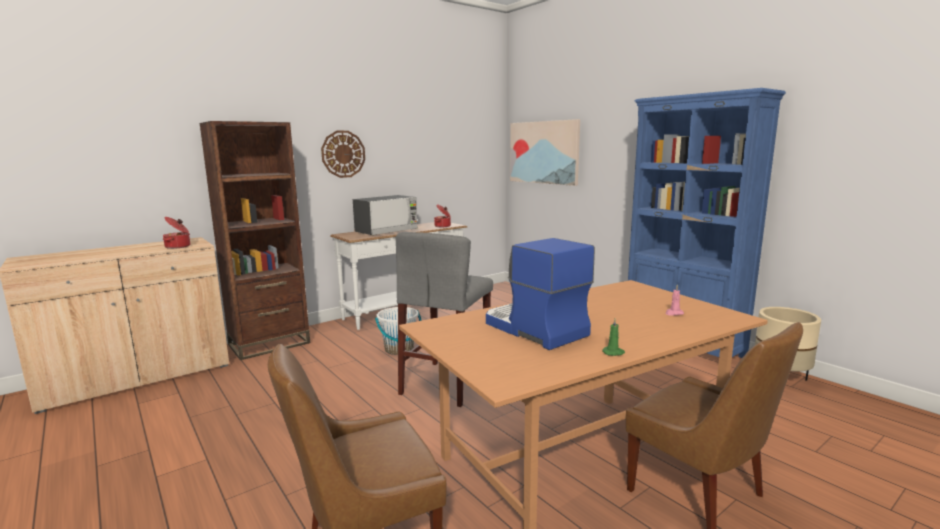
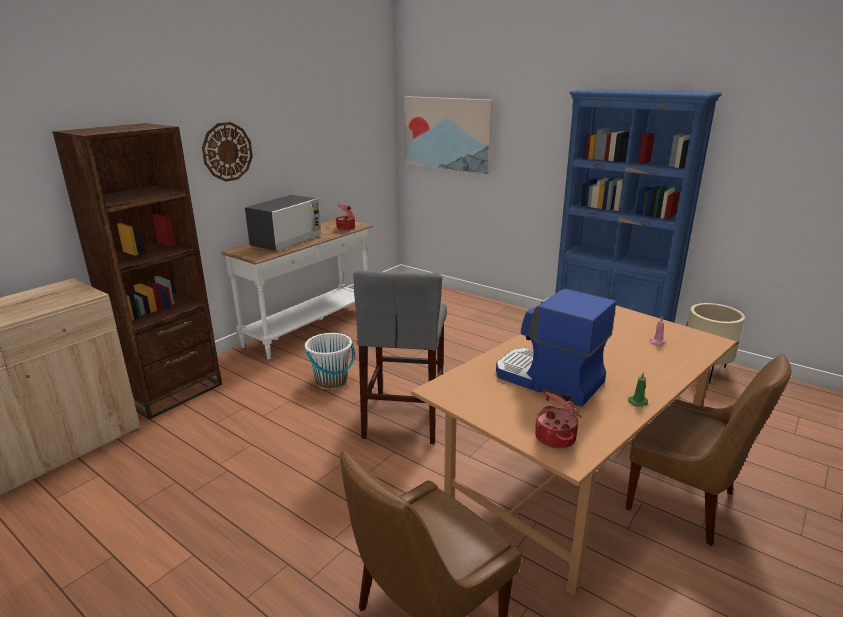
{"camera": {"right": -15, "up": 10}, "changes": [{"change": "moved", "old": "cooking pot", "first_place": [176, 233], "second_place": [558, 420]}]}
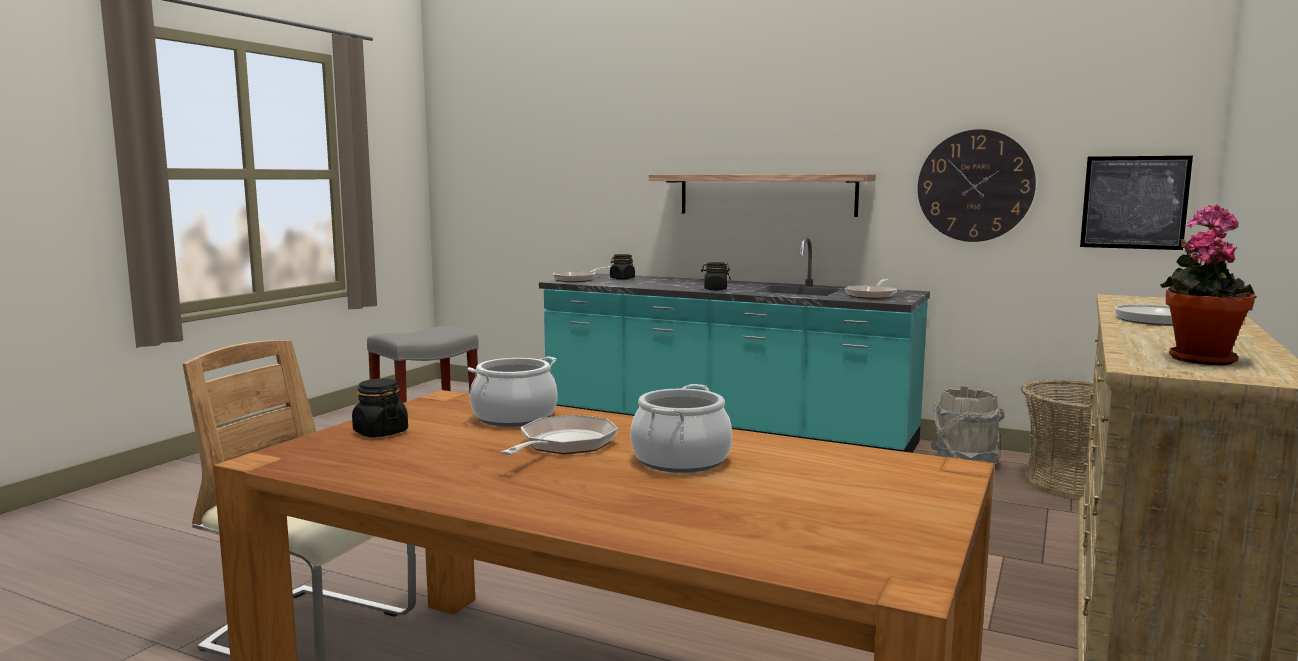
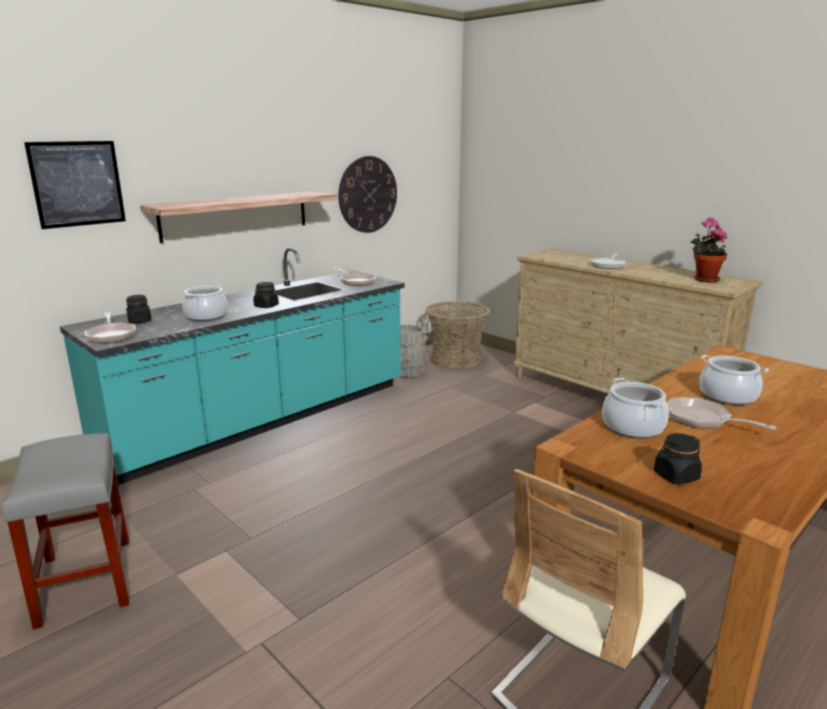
{"camera": {"right": -70, "up": 10}, "changes": [{"change": "moved", "old": "picture", "first_place": [1136, 203], "second_place": [75, 185]}, {"change": "added", "new": "cooking pot", "second_place": [205, 302]}]}
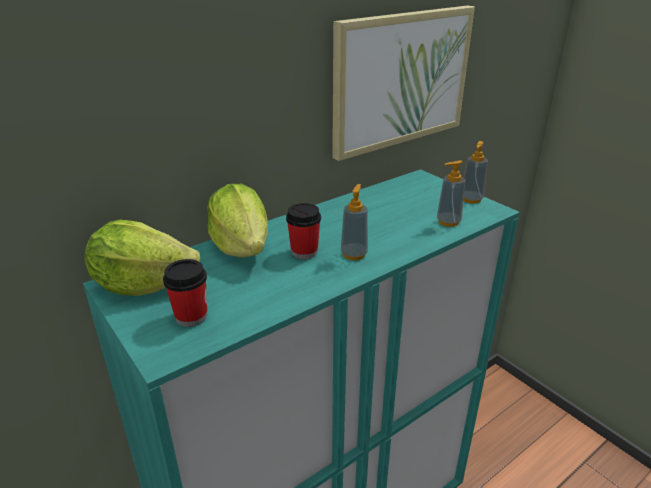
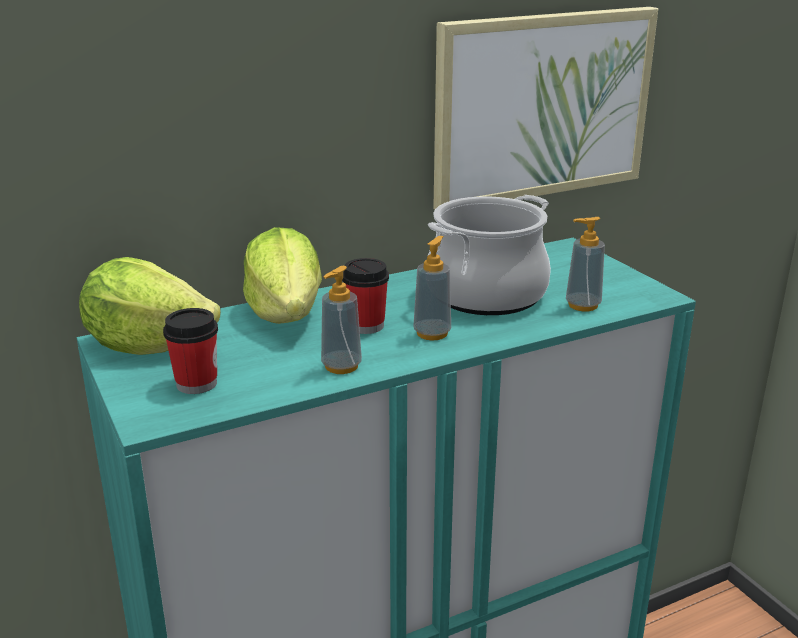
{"camera": {"right": 10, "up": -5}, "changes": [{"change": "moved", "old": "soap dispenser", "first_place": [476, 172], "second_place": [341, 320]}, {"change": "added", "new": "cooking pot", "second_place": [489, 255]}]}
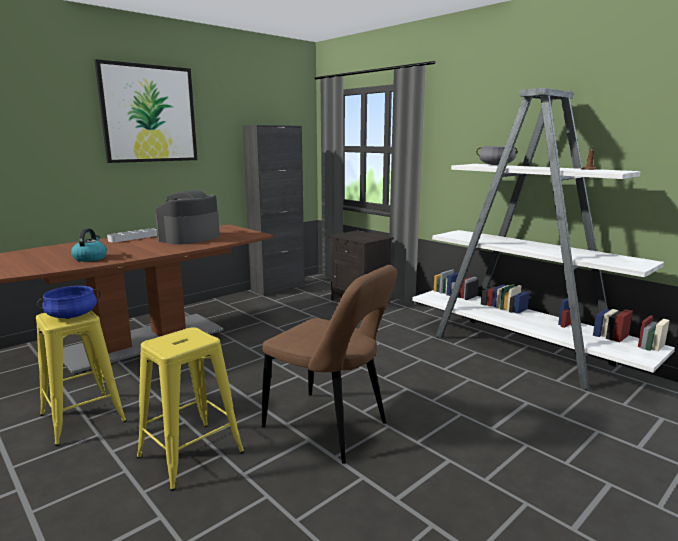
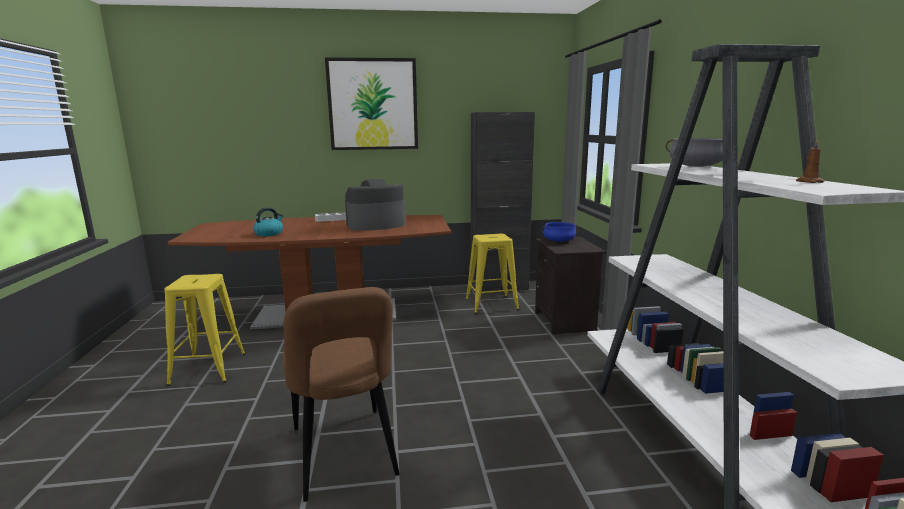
{"camera": {"right": 35, "up": 0}, "changes": [{"change": "moved", "old": "blue cooking pot", "first_place": [69, 302], "second_place": [560, 232]}, {"change": "moved", "old": "yellow stool", "first_place": [190, 409], "second_place": [492, 274]}]}
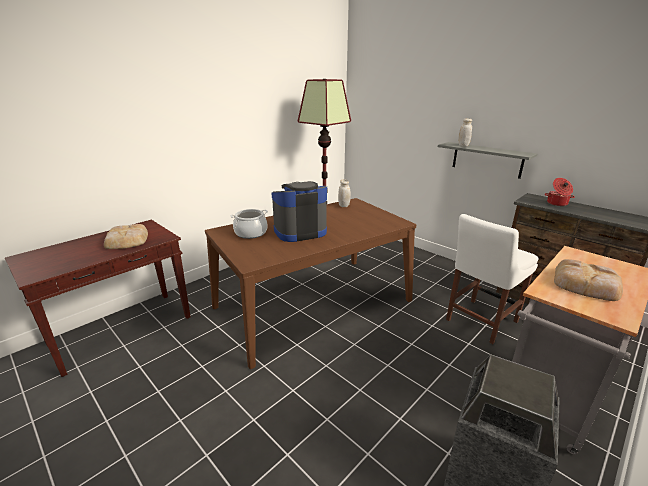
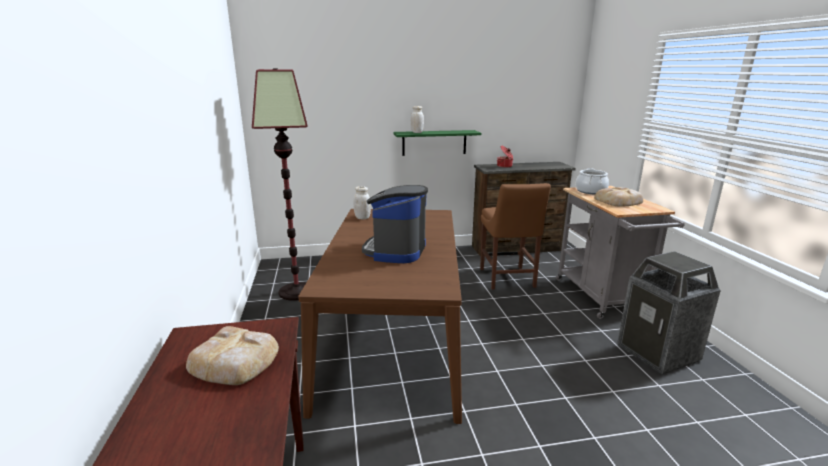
{"camera": {"right": -55, "up": -5}, "changes": [{"change": "recoloured", "old": "grey shelf", "new": "green shelf", "first_place": [487, 160], "second_place": [437, 143]}, {"change": "moved", "old": "cooking pot", "first_place": [249, 224], "second_place": [592, 181]}, {"change": "recoloured", "old": "white chair", "new": "brown chair", "first_place": [492, 279], "second_place": [515, 236]}]}
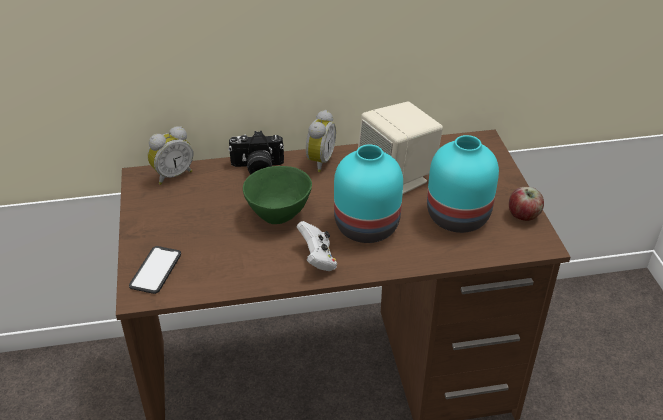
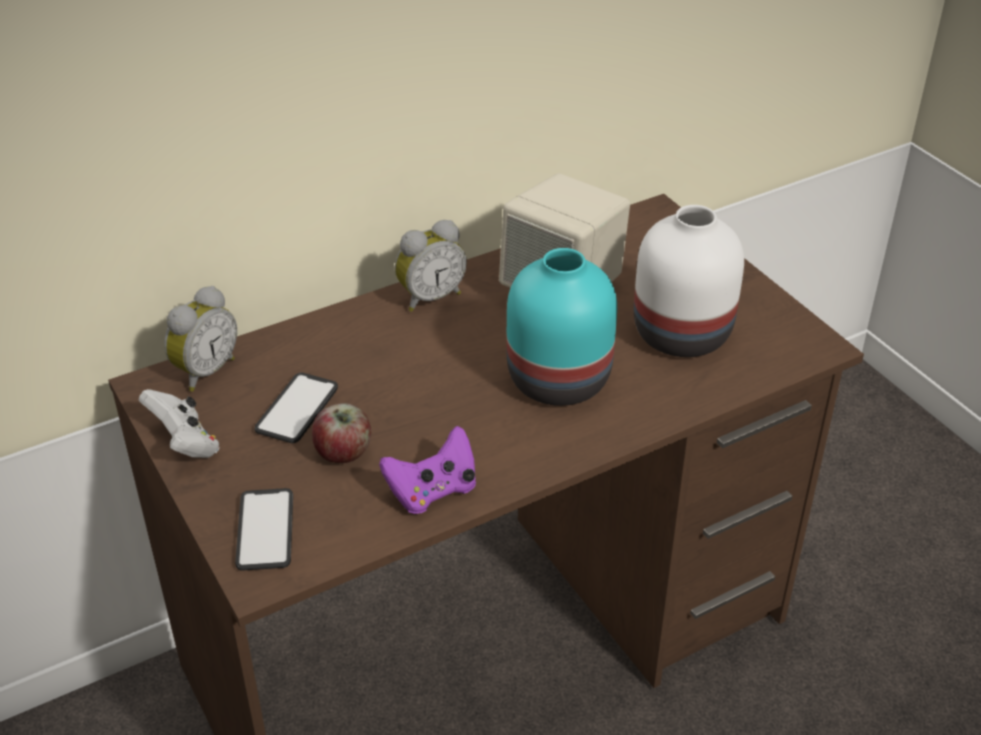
{"camera": {"right": -20, "up": 0}, "changes": [{"change": "turned", "old": "alarm clock", "first_place": [321, 141], "second_place": [431, 266], "degrees": 60}, {"change": "removed", "old": "photo camera", "first_place": [256, 153]}, {"change": "recoloured", "old": "turquoise vase", "new": "white vase", "first_place": [463, 184], "second_place": [689, 281]}, {"change": "removed", "old": "green bowl", "first_place": [277, 195]}, {"change": "moved", "old": "apple", "first_place": [526, 204], "second_place": [341, 433]}, {"change": "moved", "old": "white game controller", "first_place": [317, 246], "second_place": [179, 423]}, {"change": "added", "new": "phone", "second_place": [296, 408]}, {"change": "added", "new": "purple game controller", "second_place": [427, 470]}]}
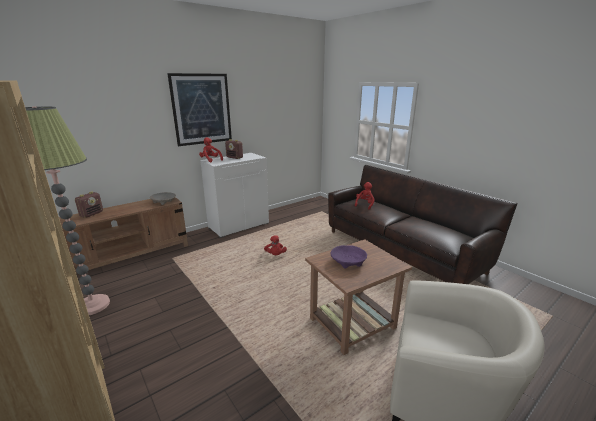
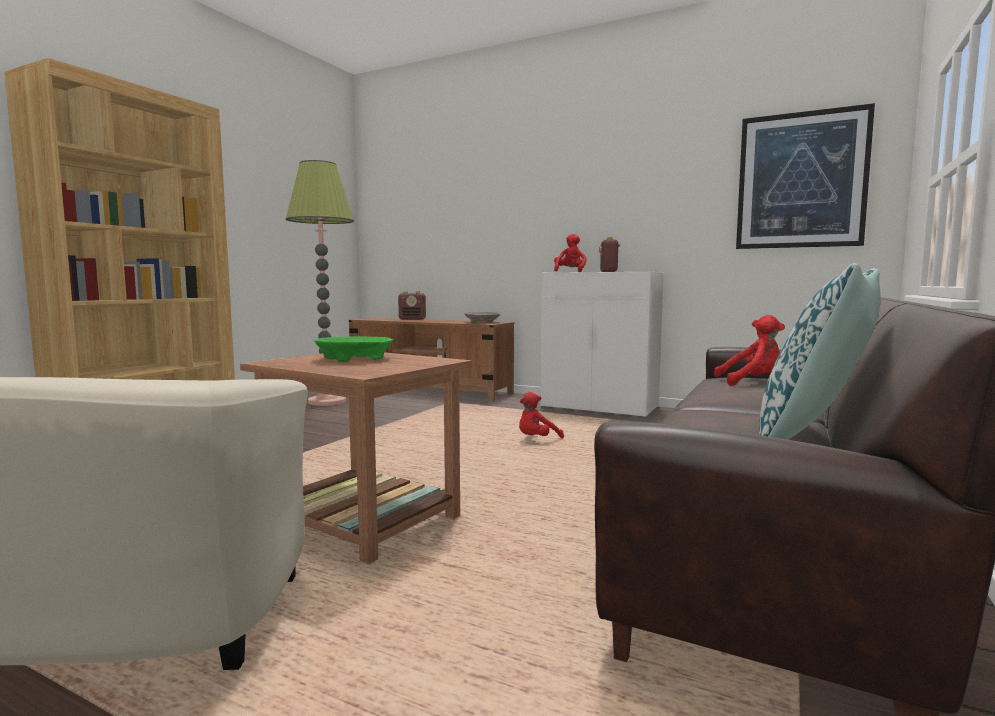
{"camera": {"right": 65, "up": -15}, "changes": [{"change": "moved", "old": "picture", "first_place": [199, 109], "second_place": [805, 176]}, {"change": "recoloured", "old": "purple bowl", "new": "green bowl", "first_place": [348, 256], "second_place": [353, 349]}, {"change": "added", "new": "pillow", "second_place": [820, 351]}]}
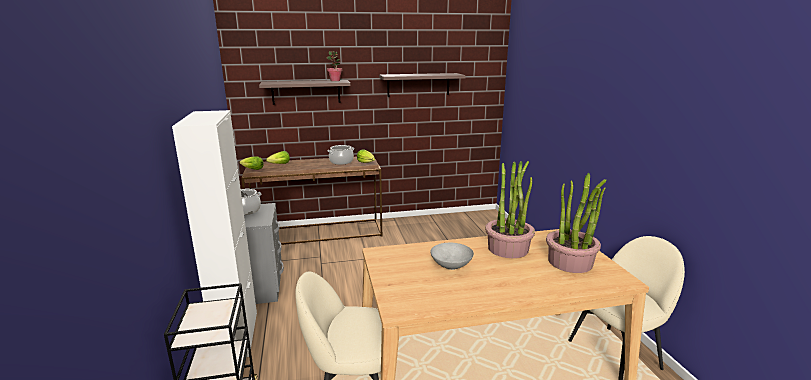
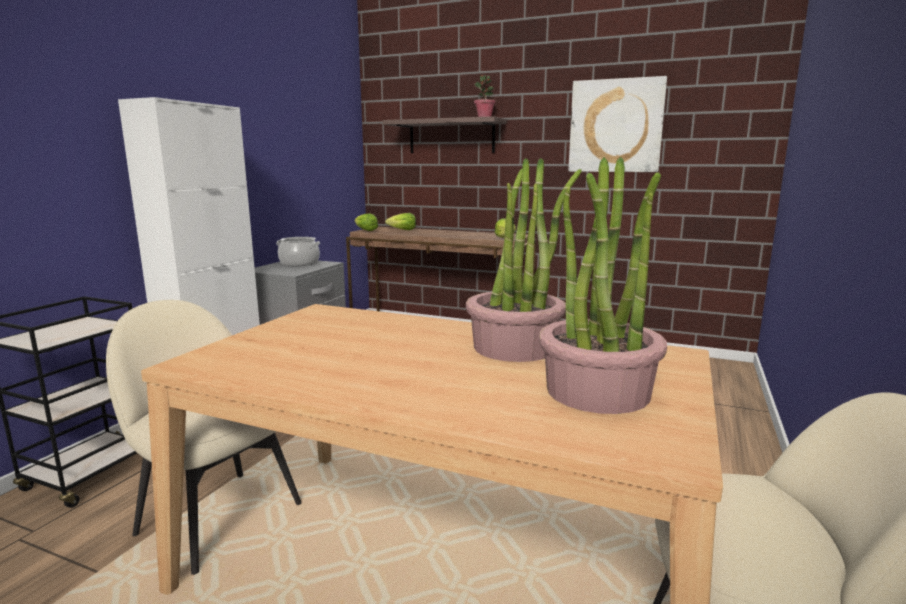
{"camera": {"right": 35, "up": -5}, "changes": [{"change": "replaced", "old": "shelf", "new": "picture", "first_place": [422, 85], "second_place": [617, 124]}, {"change": "removed", "old": "cooking pot", "first_place": [341, 155]}, {"change": "removed", "old": "grey bowl", "first_place": [452, 256]}]}
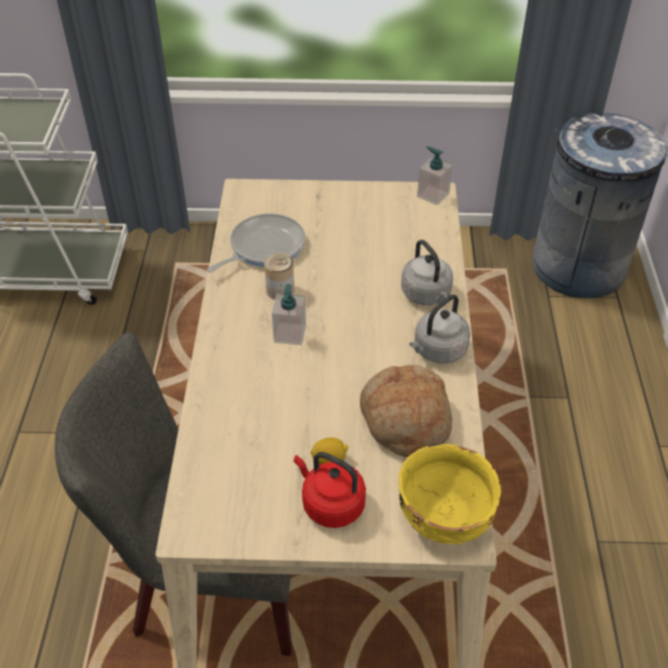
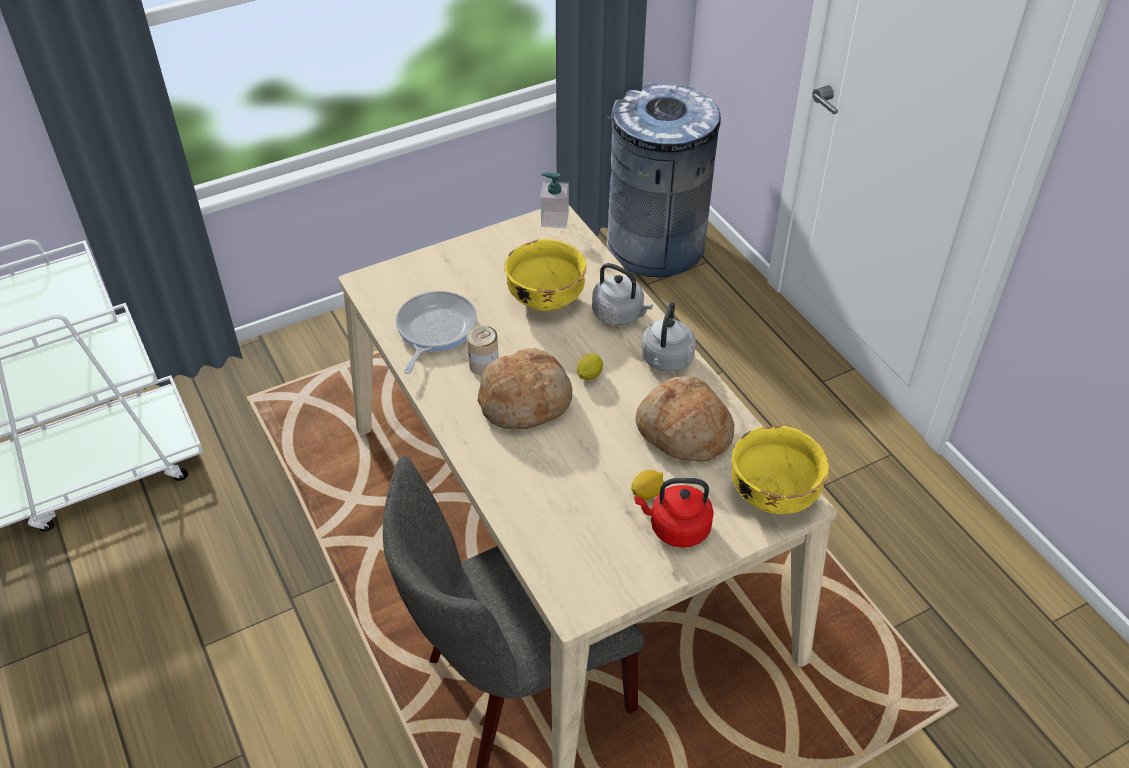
{"camera": {"right": -30, "up": 0}, "changes": [{"change": "replaced", "old": "soap dispenser", "new": "bread", "first_place": [289, 314], "second_place": [525, 388]}, {"change": "added", "new": "yellow bowl", "second_place": [545, 275]}, {"change": "added", "new": "lemon", "second_place": [590, 366]}]}
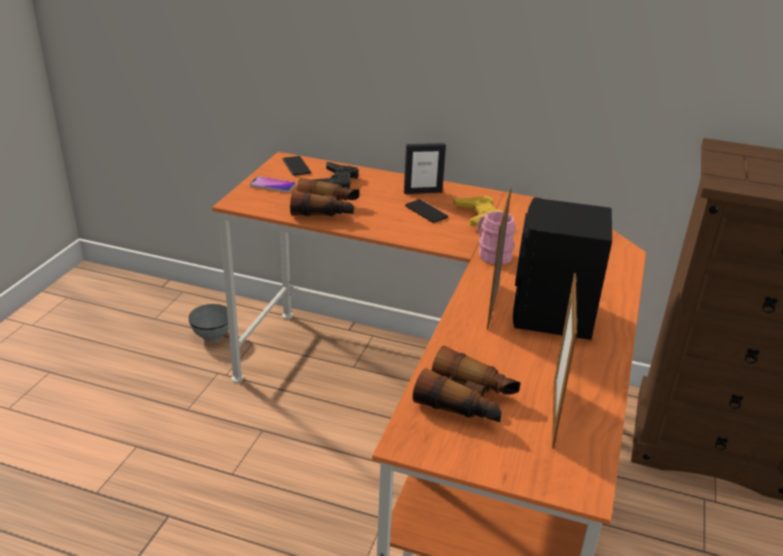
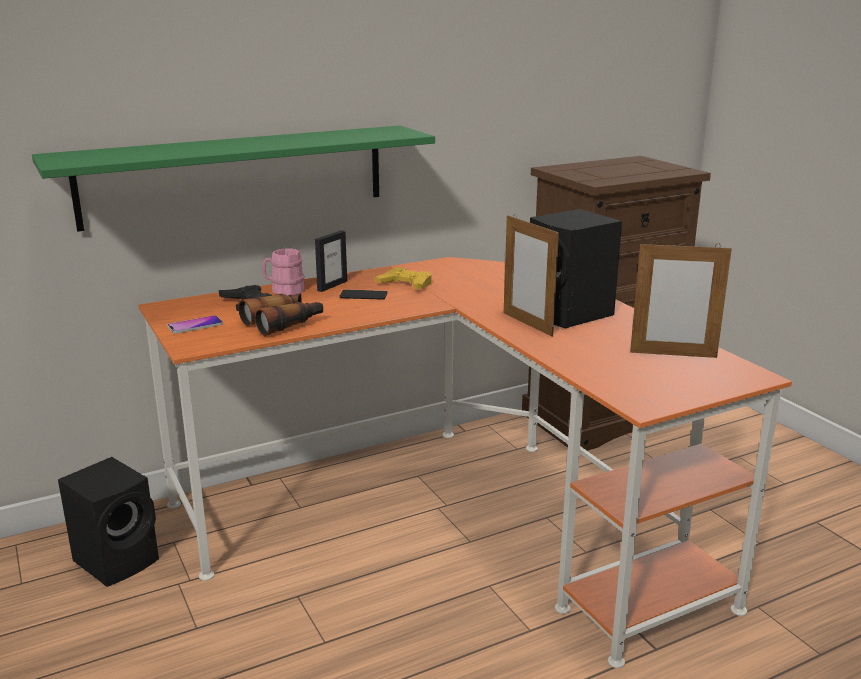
{"camera": {"right": -45, "up": -10}, "changes": [{"change": "removed", "old": "phone", "first_place": [297, 166]}, {"change": "moved", "old": "pink mug", "first_place": [497, 237], "second_place": [283, 272]}, {"change": "turned", "old": "picture frame", "first_place": [565, 361], "second_place": [681, 299], "degrees": -45}, {"change": "replaced", "old": "grey bowl", "new": "black speaker", "first_place": [209, 323], "second_place": [108, 522]}, {"change": "removed", "old": "binoculars", "first_place": [467, 384]}, {"change": "added", "new": "green shelf", "second_place": [233, 179]}]}
